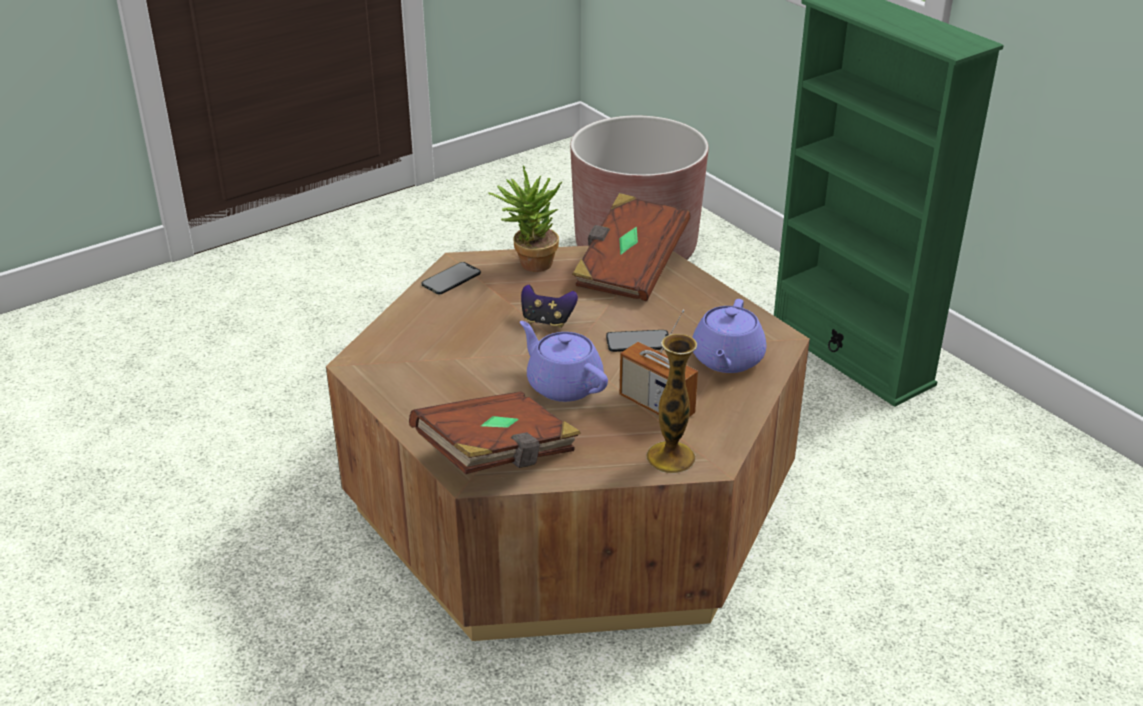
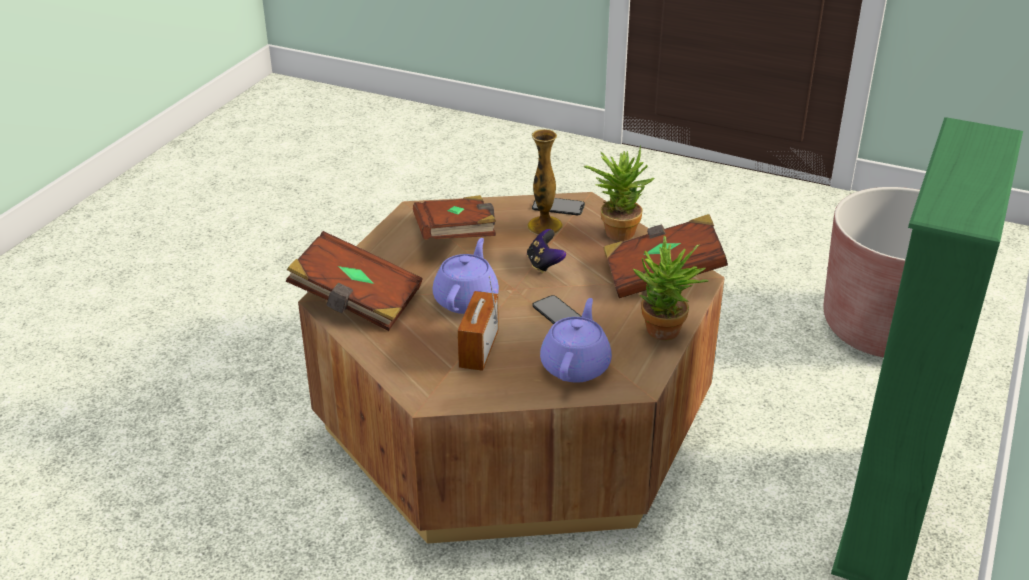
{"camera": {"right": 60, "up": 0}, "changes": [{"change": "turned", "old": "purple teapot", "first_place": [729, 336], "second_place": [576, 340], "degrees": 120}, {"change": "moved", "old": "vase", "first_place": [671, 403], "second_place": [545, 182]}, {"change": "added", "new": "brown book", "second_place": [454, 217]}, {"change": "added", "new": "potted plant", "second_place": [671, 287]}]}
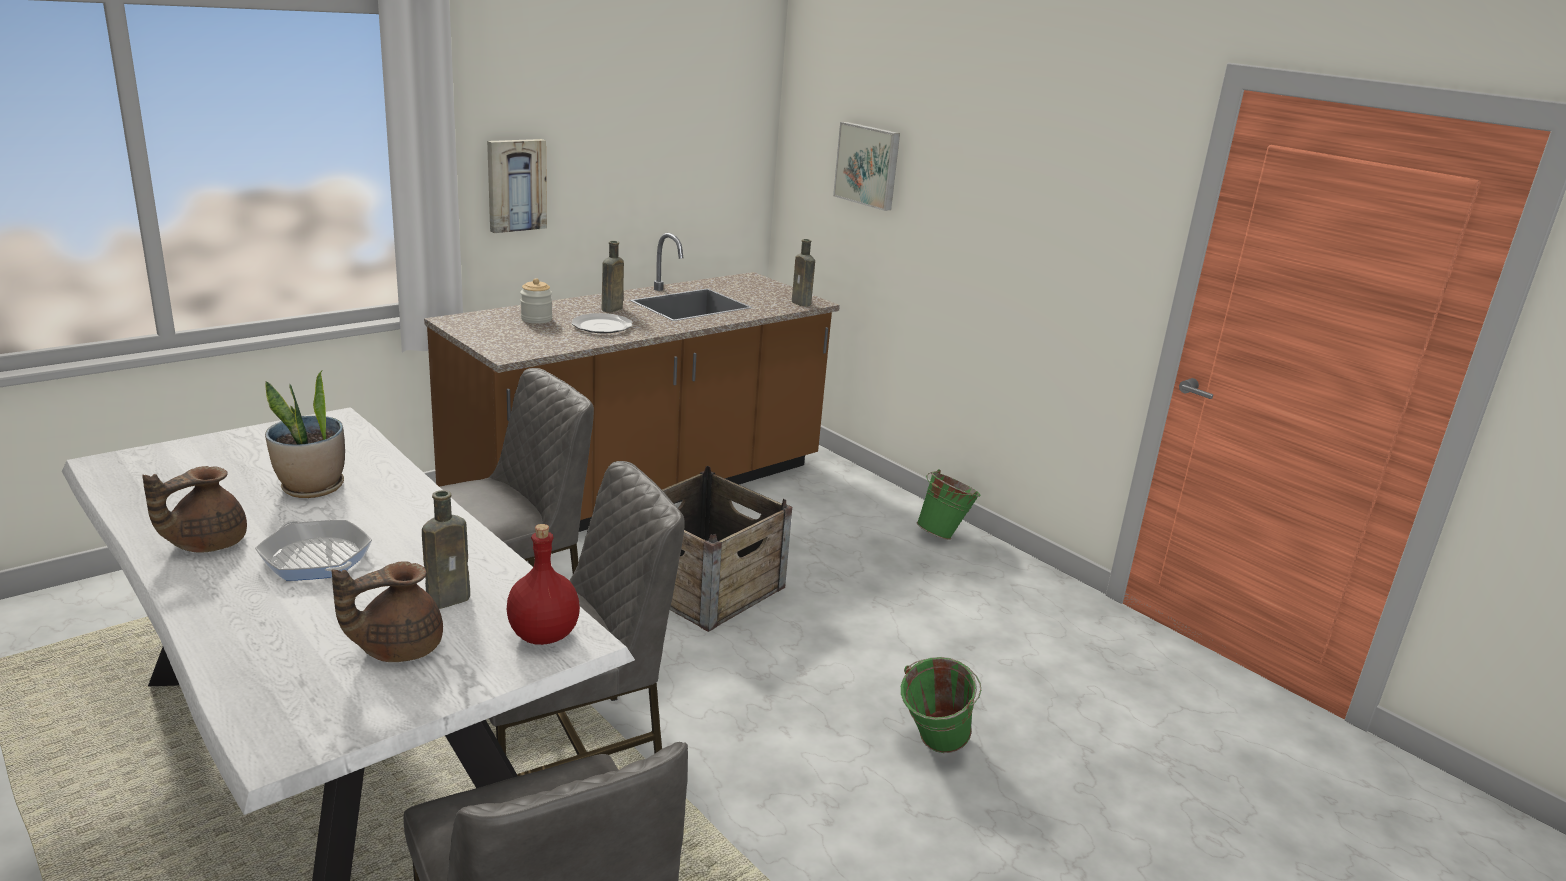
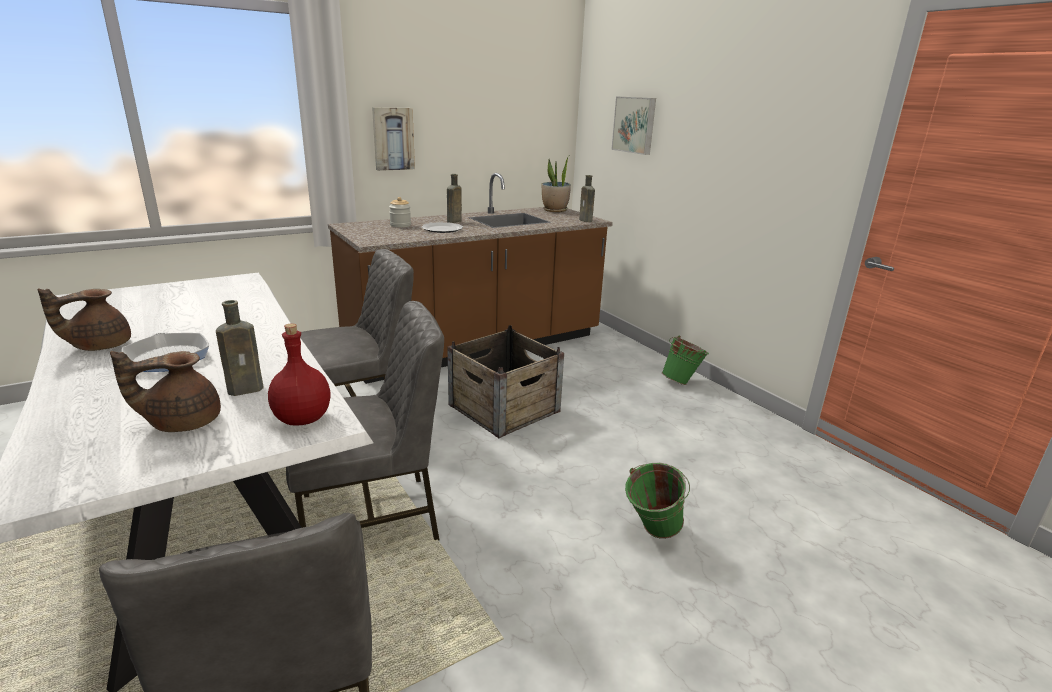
{"camera": {"right": 10, "up": 0}, "changes": [{"change": "moved", "old": "potted plant", "first_place": [305, 434], "second_place": [556, 184]}]}
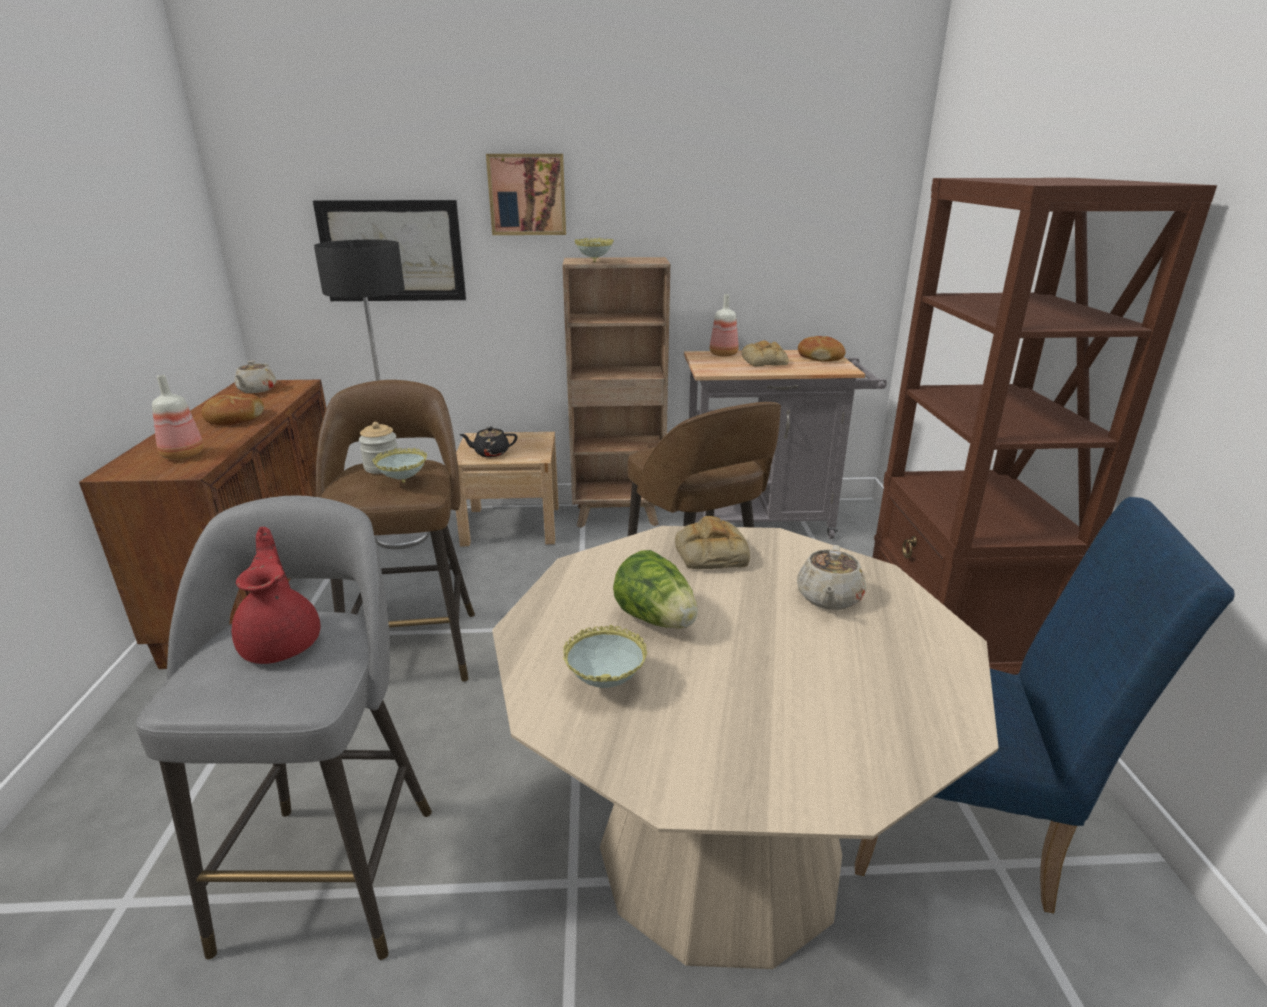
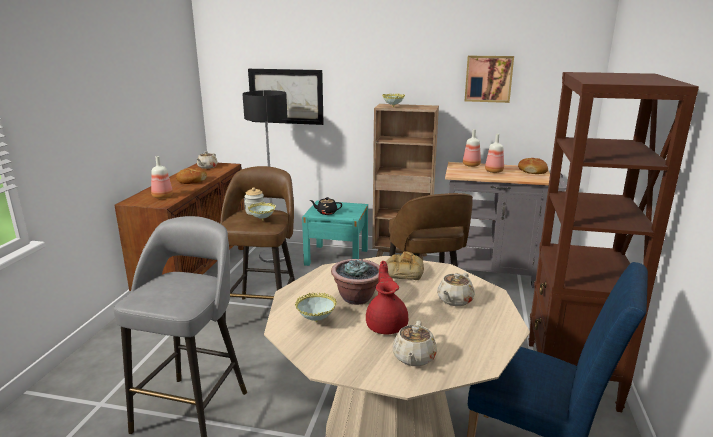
{"camera": {"right": 15, "up": -5}, "changes": [{"change": "moved", "old": "picture", "first_place": [526, 194], "second_place": [489, 79]}, {"change": "replaced", "old": "bread", "new": "bottle", "first_place": [765, 353], "second_place": [494, 153]}, {"change": "recoloured", "old": "beige nightstand", "new": "turquoise nightstand", "first_place": [507, 489], "second_place": [335, 233]}, {"change": "moved", "old": "red teapot", "first_place": [276, 595], "second_place": [387, 297]}, {"change": "replaced", "old": "lettuce", "new": "potted plant", "first_place": [655, 589], "second_place": [355, 282]}, {"change": "added", "new": "beige teapot", "second_place": [415, 343]}]}
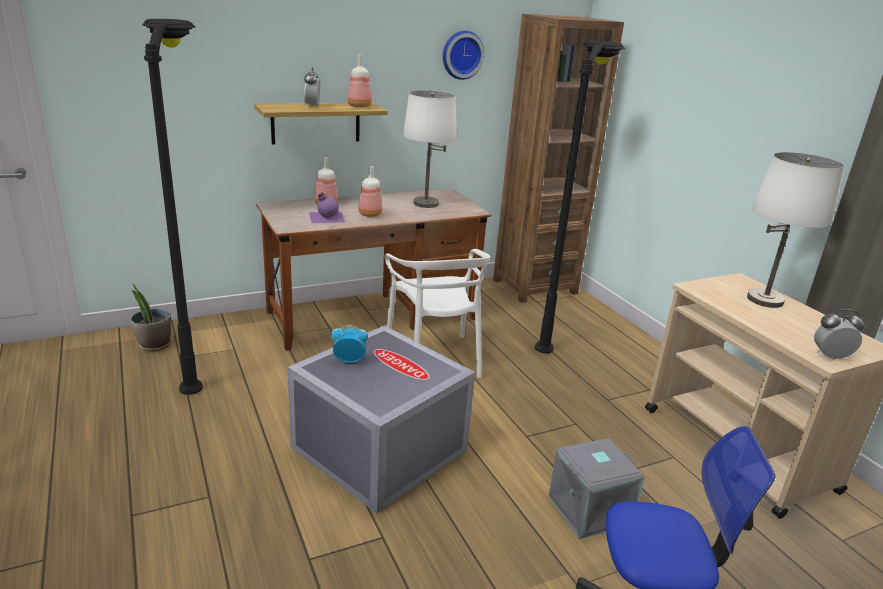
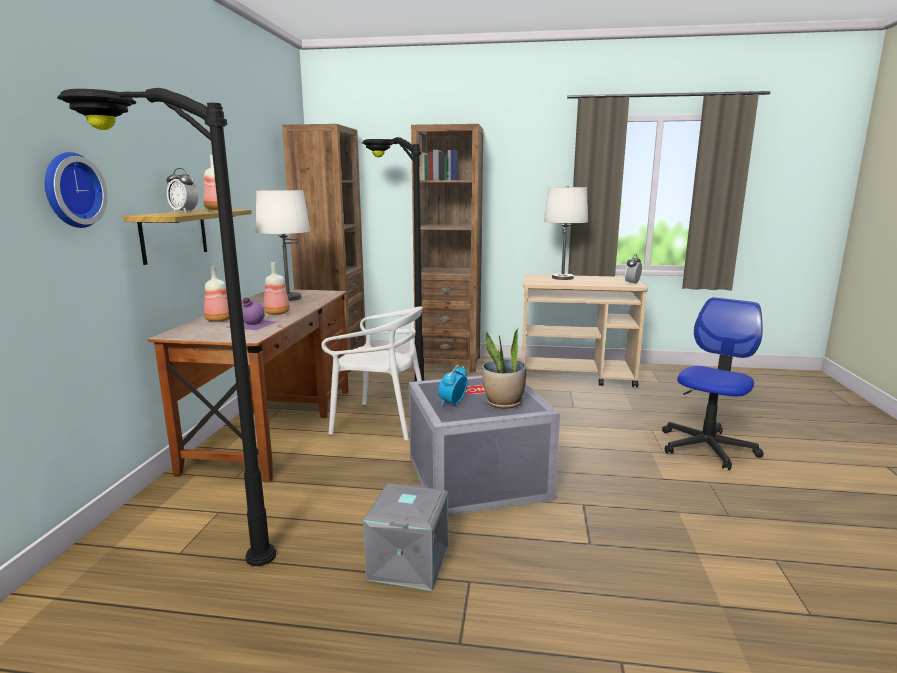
{"camera": {"right": -55, "up": -10}, "changes": [{"change": "moved", "old": "wall clock", "first_place": [464, 55], "second_place": [76, 190]}, {"change": "moved", "old": "potted plant", "first_place": [150, 317], "second_place": [504, 369]}, {"change": "moved", "old": "grey storage box", "first_place": [597, 488], "second_place": [405, 537]}, {"change": "added", "new": "brown bookcase", "second_place": [447, 248]}]}
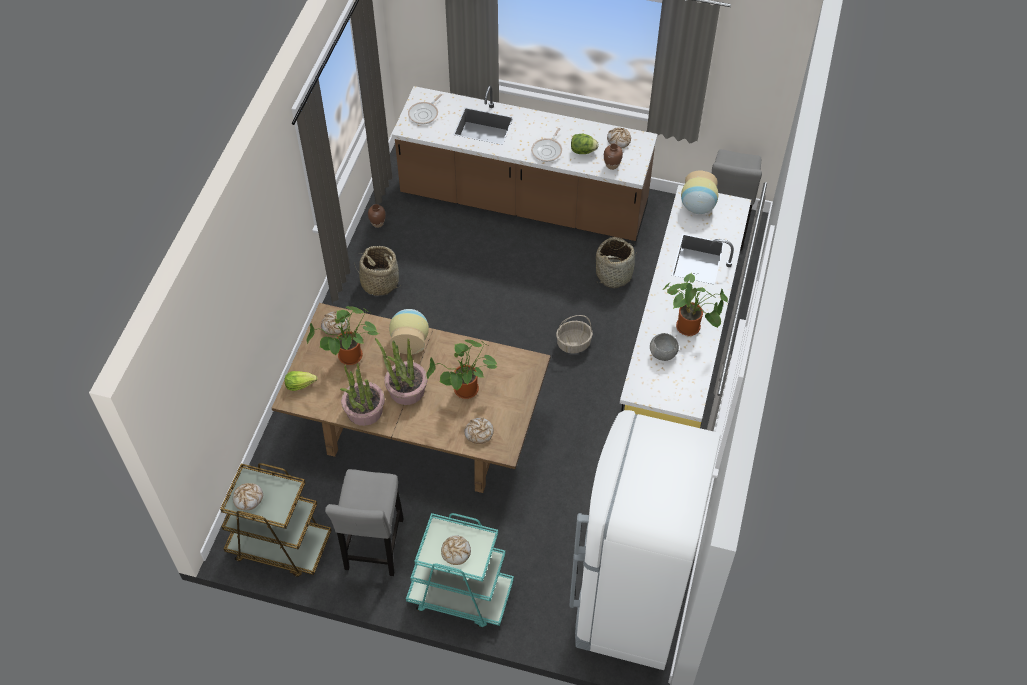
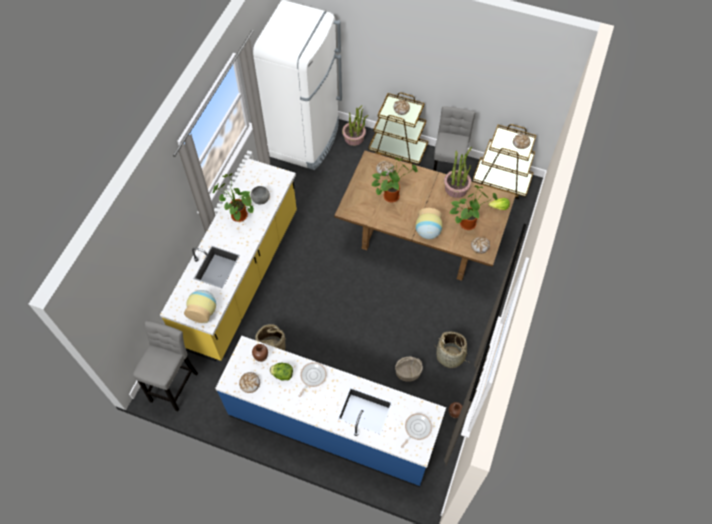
{"camera": {"right": -175, "up": 5}, "changes": [{"change": "recoloured", "old": "brown counter", "new": "blue counter", "first_place": [525, 163], "second_place": [330, 411]}, {"change": "moved", "old": "basket", "first_place": [574, 334], "second_place": [409, 369]}, {"change": "moved", "old": "potted plant", "first_place": [401, 371], "second_place": [355, 125]}, {"change": "recoloured", "old": "turquoise cart", "new": "brown cart", "first_place": [460, 570], "second_place": [398, 128]}]}
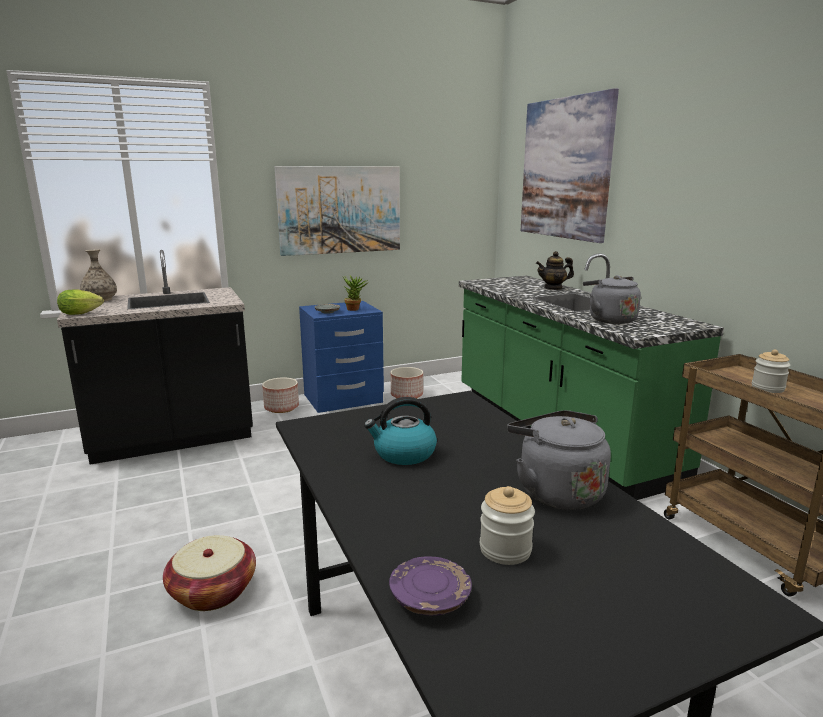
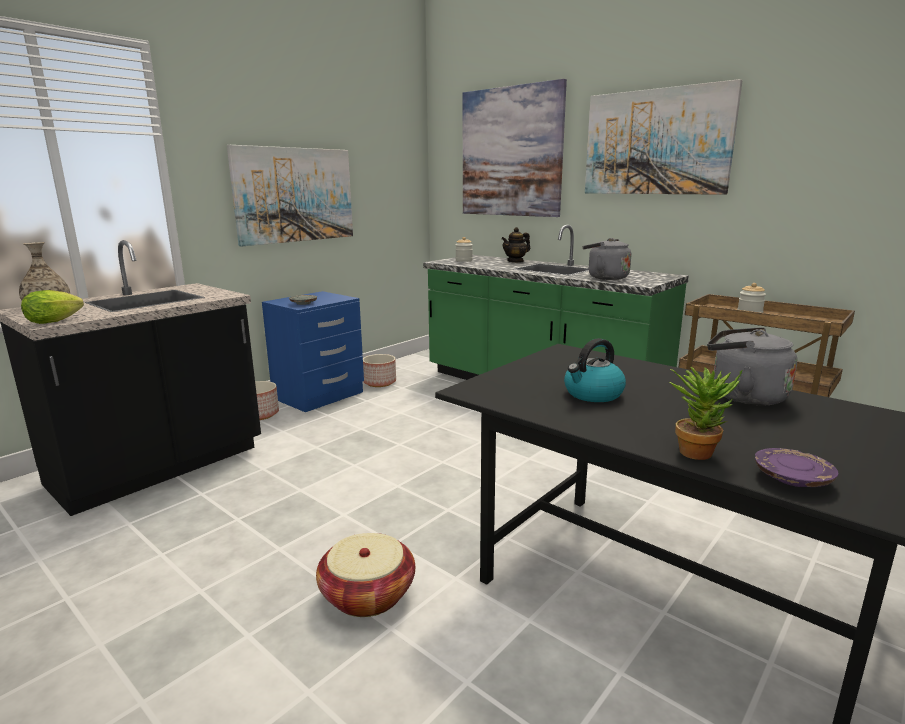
{"camera": {"right": -25, "up": 0}, "changes": [{"change": "moved", "old": "potted plant", "first_place": [355, 293], "second_place": [706, 413]}, {"change": "moved", "old": "jar", "first_place": [507, 525], "second_place": [464, 249]}, {"change": "added", "new": "picture", "second_place": [664, 137]}]}
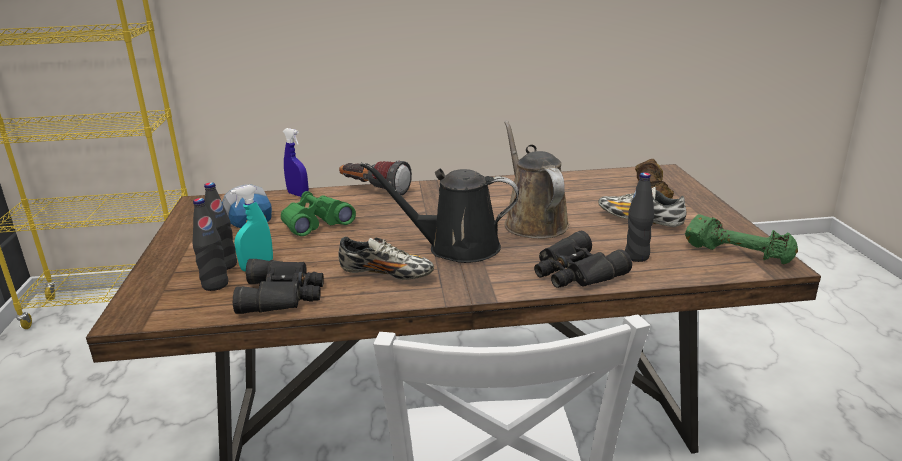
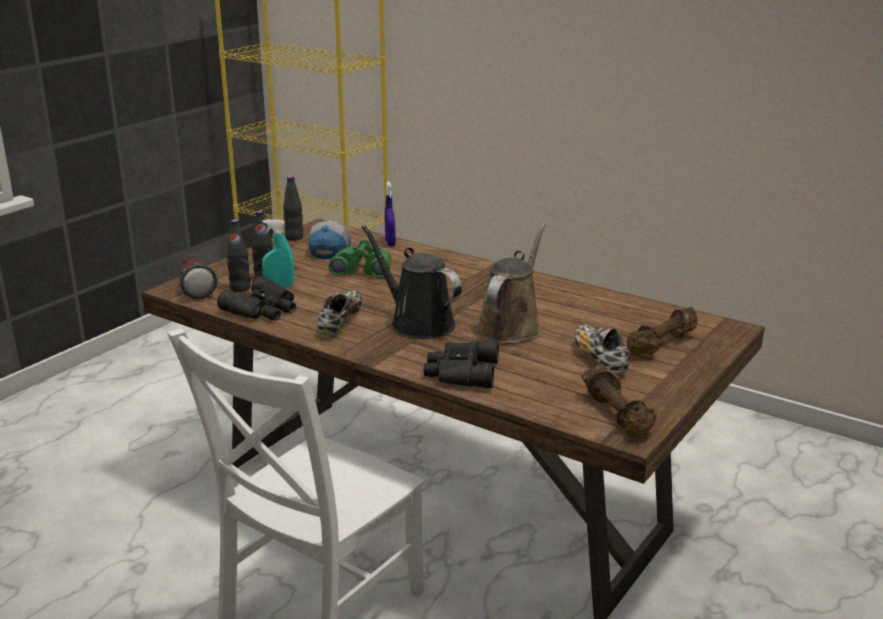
{"camera": {"right": 40, "up": 0}, "changes": [{"change": "moved", "old": "flashlight", "first_place": [375, 178], "second_place": [198, 275]}, {"change": "moved", "old": "black bottle", "first_place": [639, 217], "second_place": [293, 208]}, {"change": "recoloured", "old": "green dumbbell", "new": "brown dumbbell", "first_place": [741, 239], "second_place": [619, 401]}, {"change": "turned", "old": "shoe", "first_place": [386, 258], "second_place": [339, 313], "degrees": -135}]}
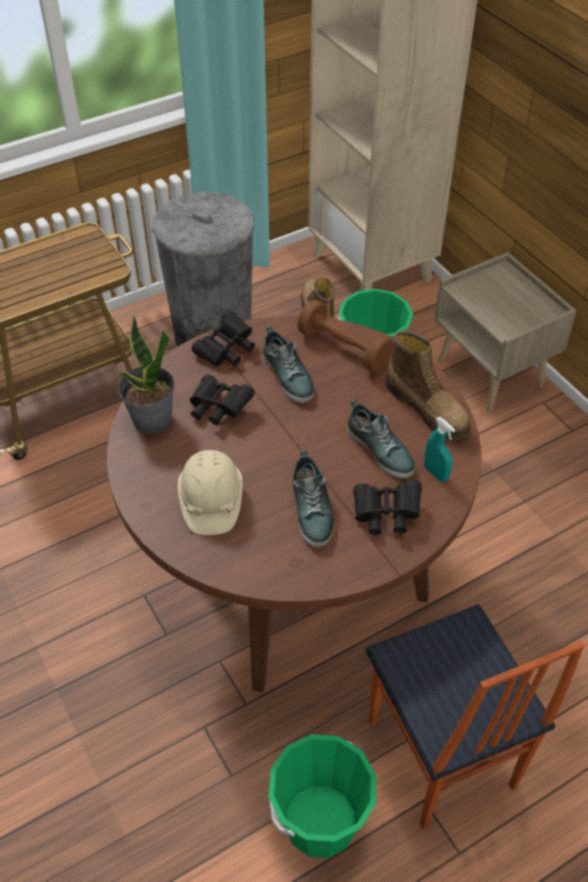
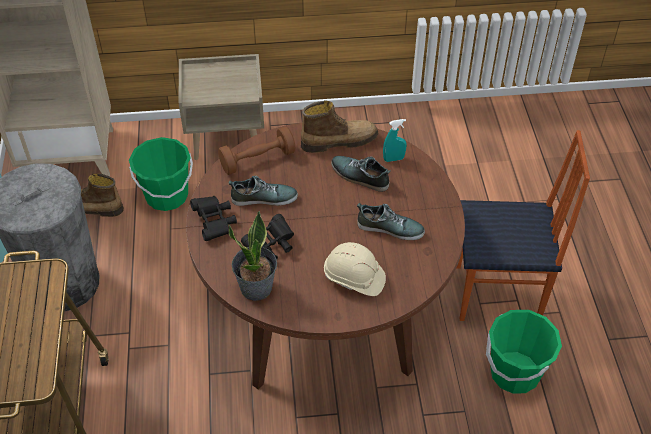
{"camera": {"right": -65, "up": 0}, "changes": [{"change": "turned", "old": "shoe", "first_place": [381, 439], "second_place": [361, 174], "degrees": -135}, {"change": "removed", "old": "black binoculars", "first_place": [387, 507]}]}
